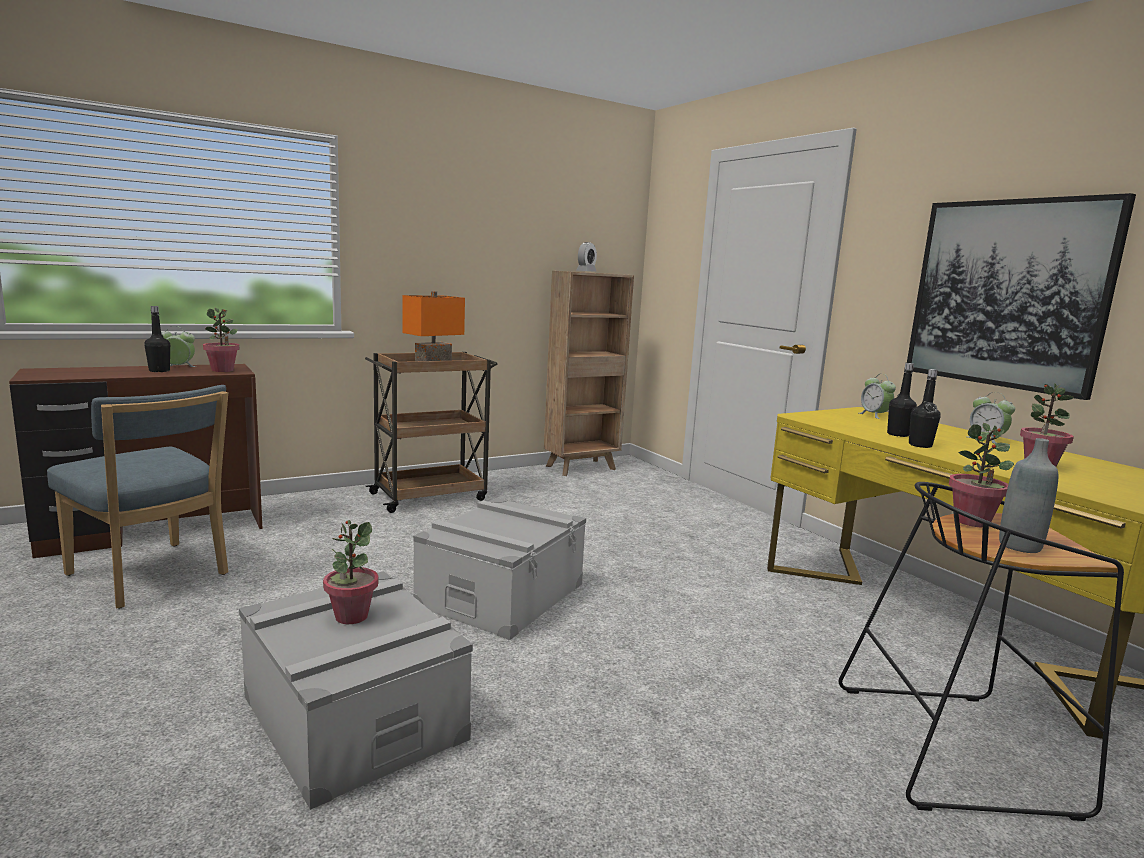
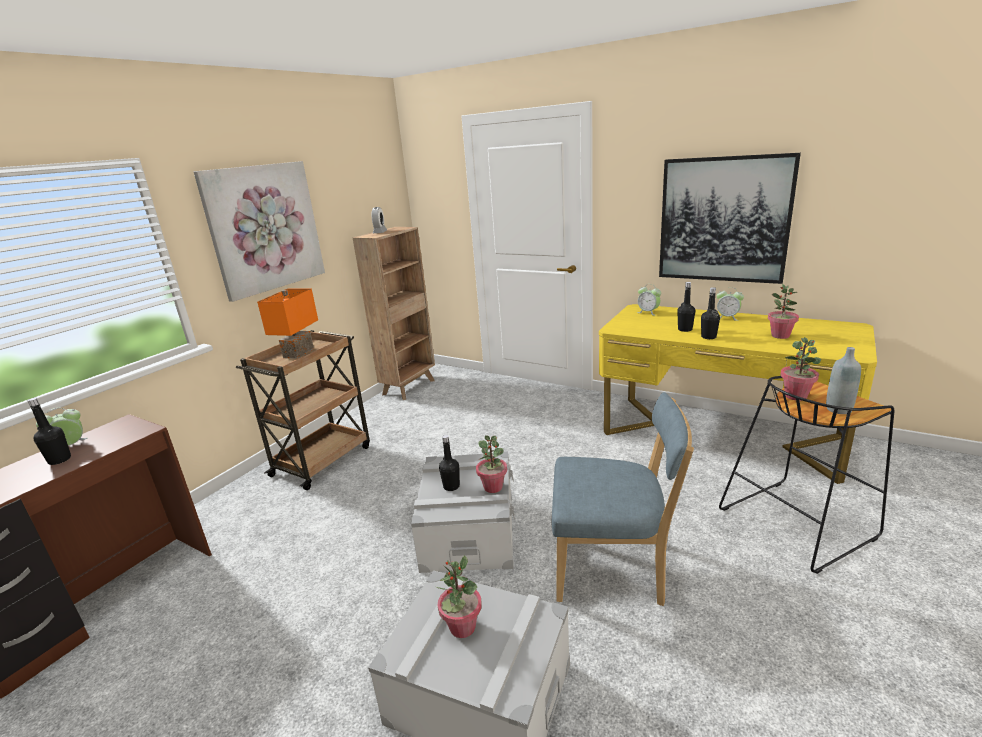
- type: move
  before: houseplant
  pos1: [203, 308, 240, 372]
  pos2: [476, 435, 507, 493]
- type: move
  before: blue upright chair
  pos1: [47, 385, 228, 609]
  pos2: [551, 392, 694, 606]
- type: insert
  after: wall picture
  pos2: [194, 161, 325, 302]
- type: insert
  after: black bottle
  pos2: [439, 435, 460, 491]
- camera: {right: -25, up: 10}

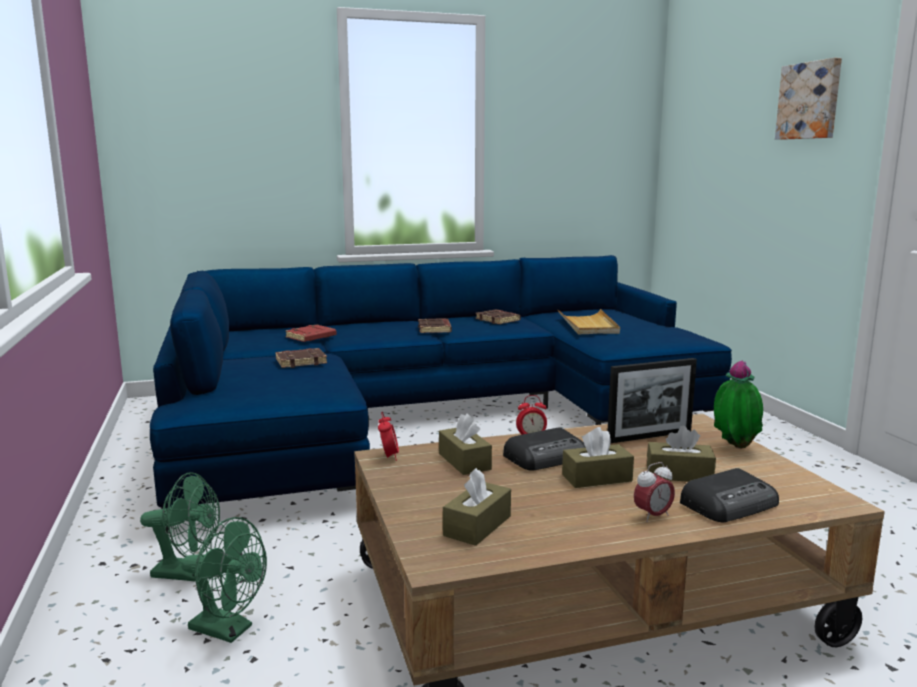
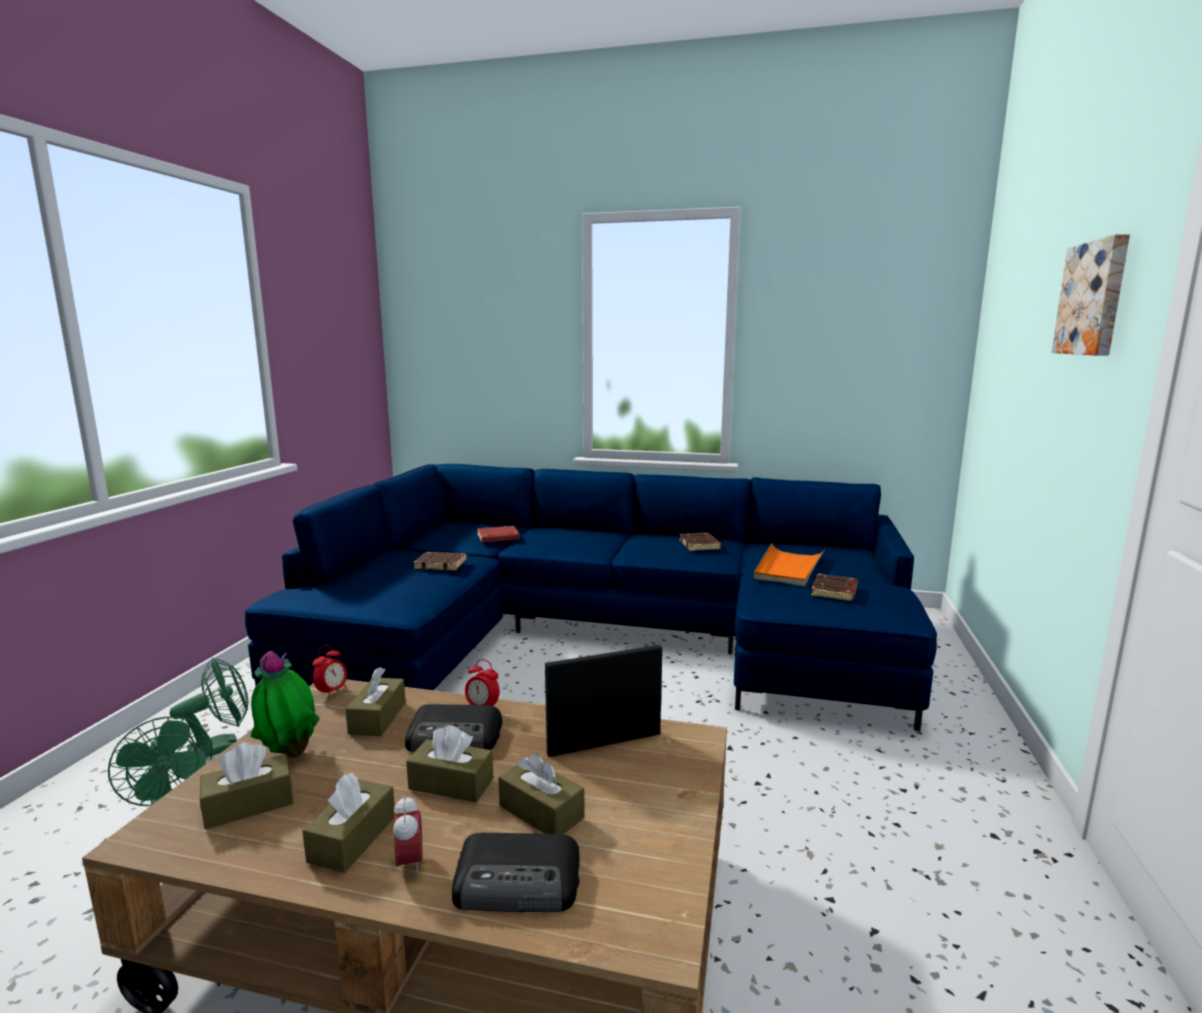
- type: recolor
  before: beige-coloured tray
  after: orangey tray
  pos1: [558, 309, 620, 334]
  pos2: [754, 543, 825, 586]
- type: move
  before: brownish book
  pos1: [418, 318, 452, 333]
  pos2: [811, 573, 858, 601]
- type: rotate
  before: standing frame
  pos1: [608, 358, 697, 443]
  pos2: [545, 645, 662, 757]
  turn: 150
- type: move
  before: houseplant
  pos1: [714, 360, 763, 449]
  pos2: [250, 651, 320, 758]
- type: rotate
  before: table clock
  pos1: [634, 462, 675, 522]
  pos2: [393, 795, 423, 875]
  turn: -105
- type: rotate
  before: greenish cooling fan
  pos1: [140, 472, 220, 581]
  pos2: [170, 658, 248, 758]
  turn: -75
- type: insert
  after: brownish tissue box
  pos2: [302, 773, 395, 873]
- camera: {right: 30, up: 0}

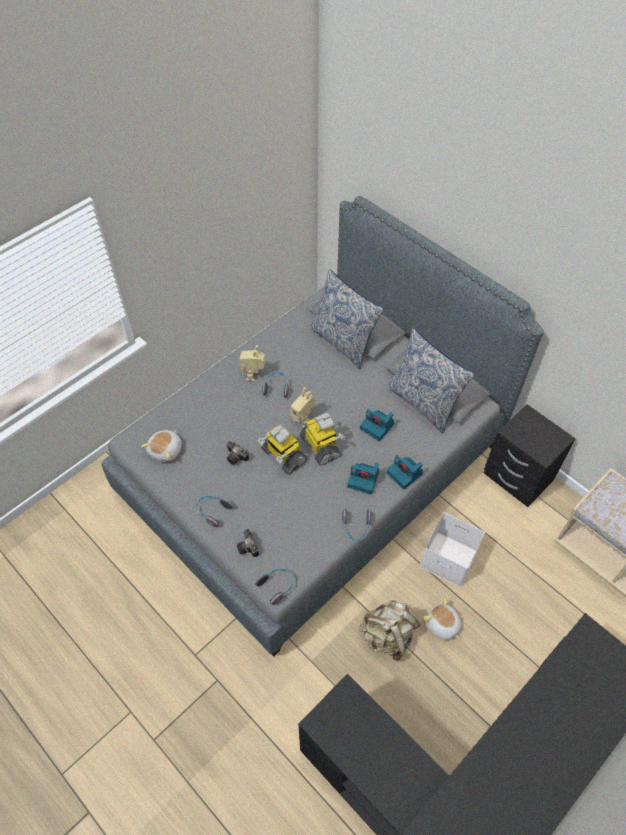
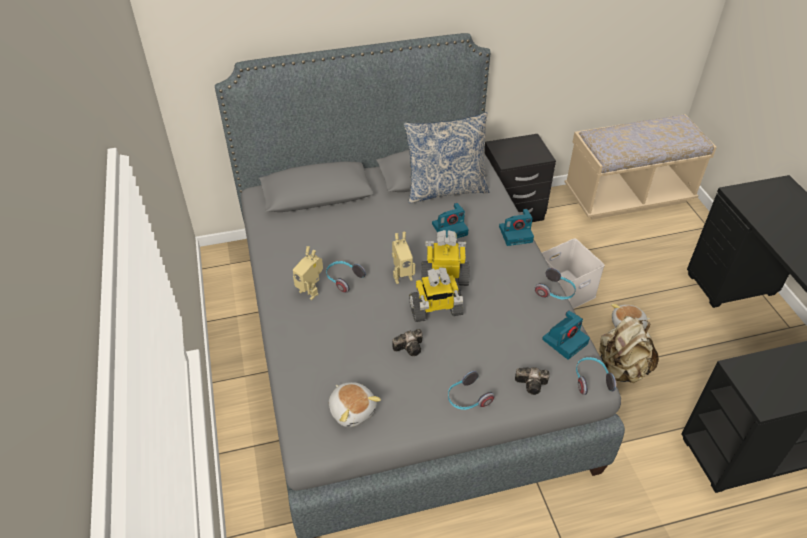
- type: delete
  before: pillow
  pos1: [309, 269, 384, 369]
- type: move
  before: photo camera
  pos1: [347, 462, 379, 495]
  pos2: [542, 310, 590, 360]
- camera: {right: -60, up: -10}

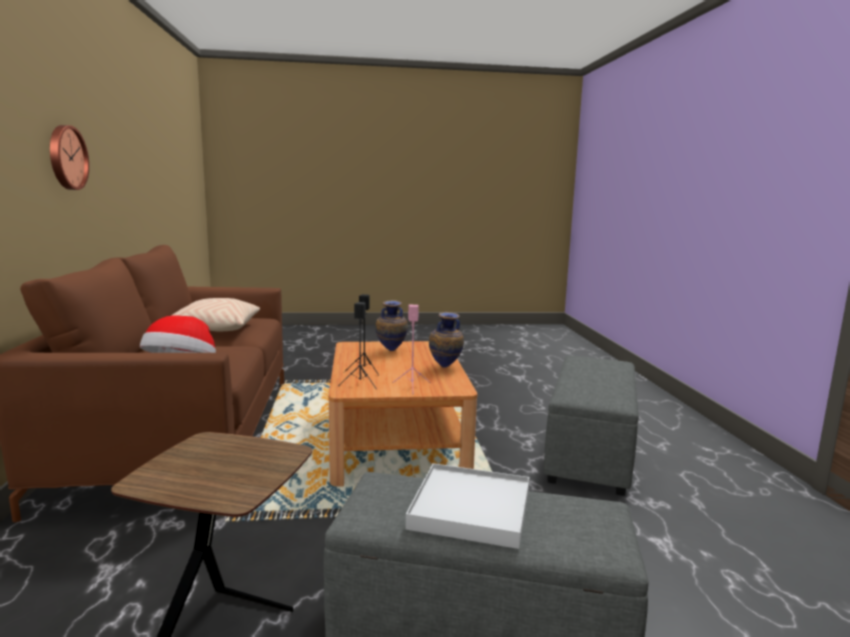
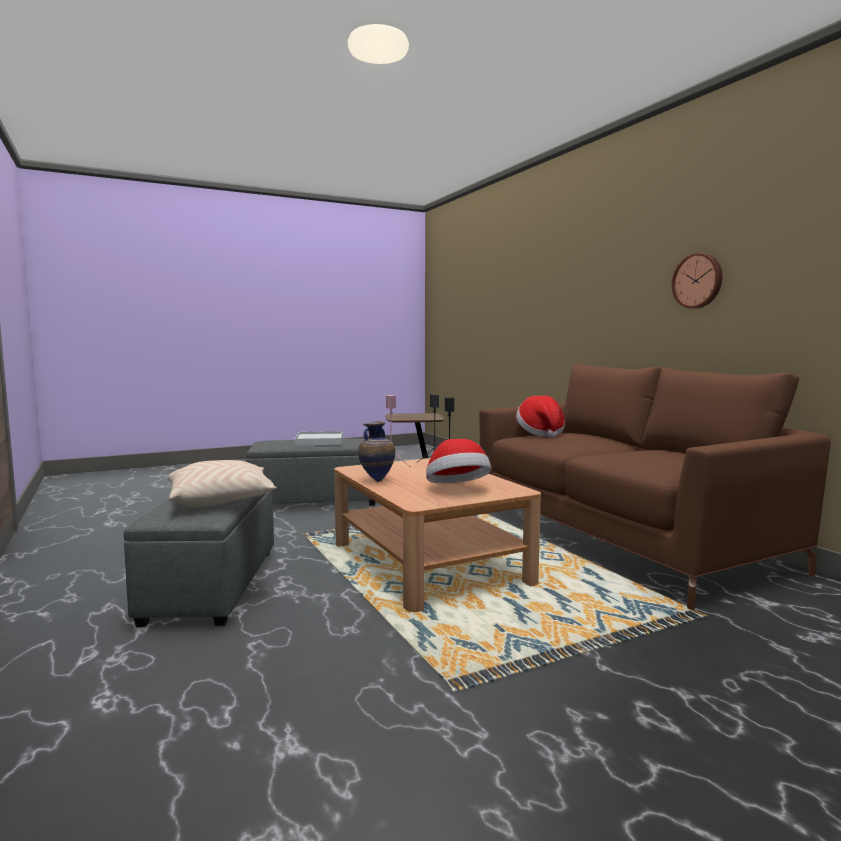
- type: move
  before: beige-coloured pillow
  pos1: [171, 298, 260, 331]
  pos2: [167, 460, 277, 507]
- type: replace
  before: decorative vase
  after: wearable hat
  pos1: [375, 300, 408, 351]
  pos2: [426, 439, 491, 483]
- camera: {right: 160, up: -5}

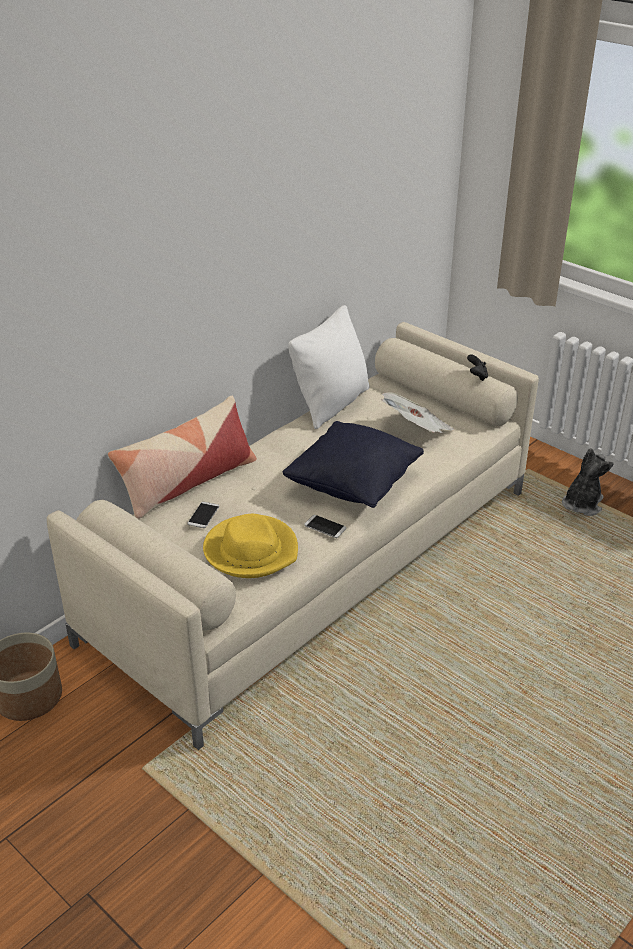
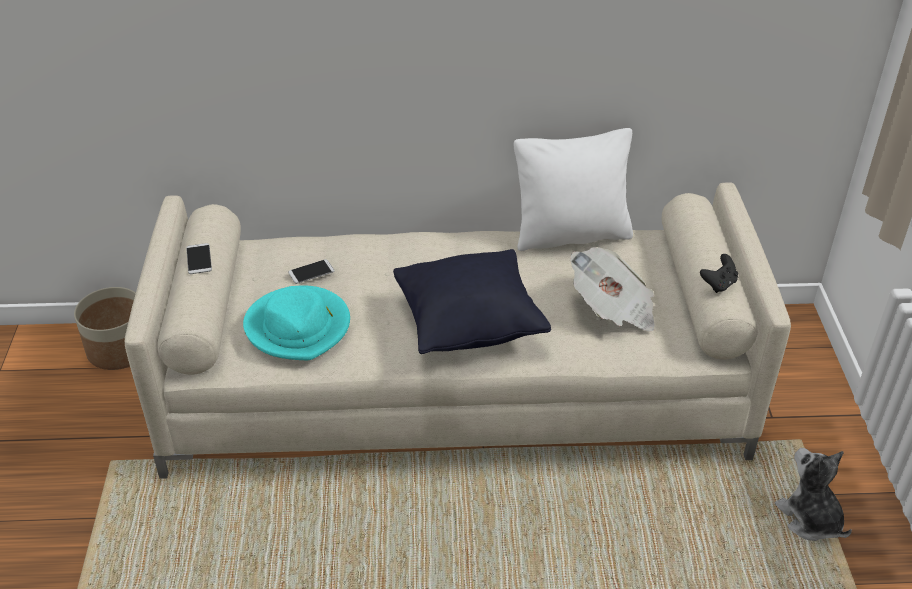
- type: delete
  before: pillow
  pos1: [108, 396, 257, 519]
- type: rotate
  before: cuddly toy
  pos1: [562, 448, 614, 516]
  pos2: [775, 448, 852, 541]
  turn: -105
- type: recolor
  before: yellow-coloured wearable hat
  after: blue-green wearable hat
  pos1: [203, 514, 298, 578]
  pos2: [243, 285, 350, 360]
- type: move
  before: handset
  pos1: [304, 515, 346, 538]
  pos2: [186, 243, 212, 274]
- camera: {right: 45, up: 5}

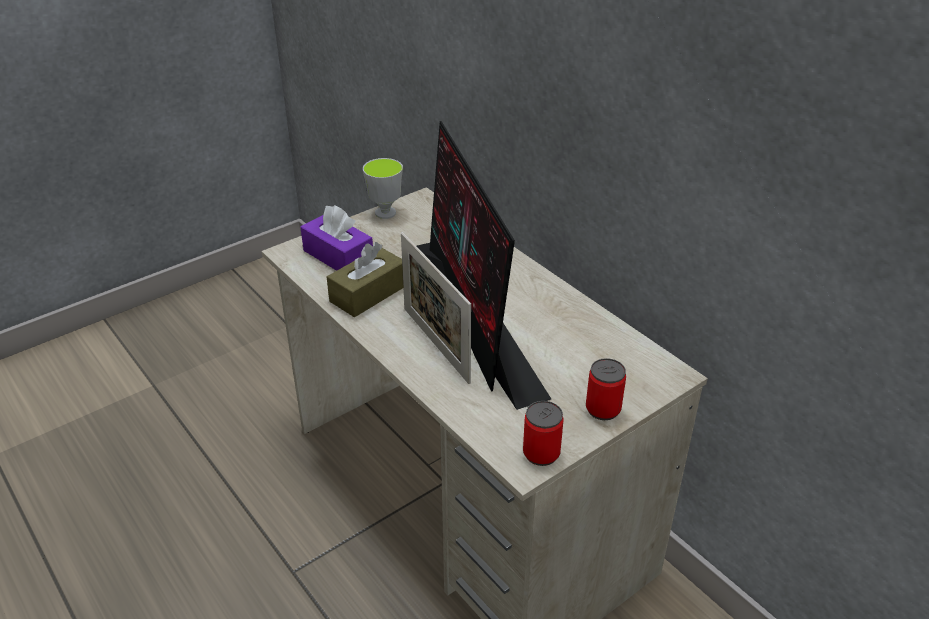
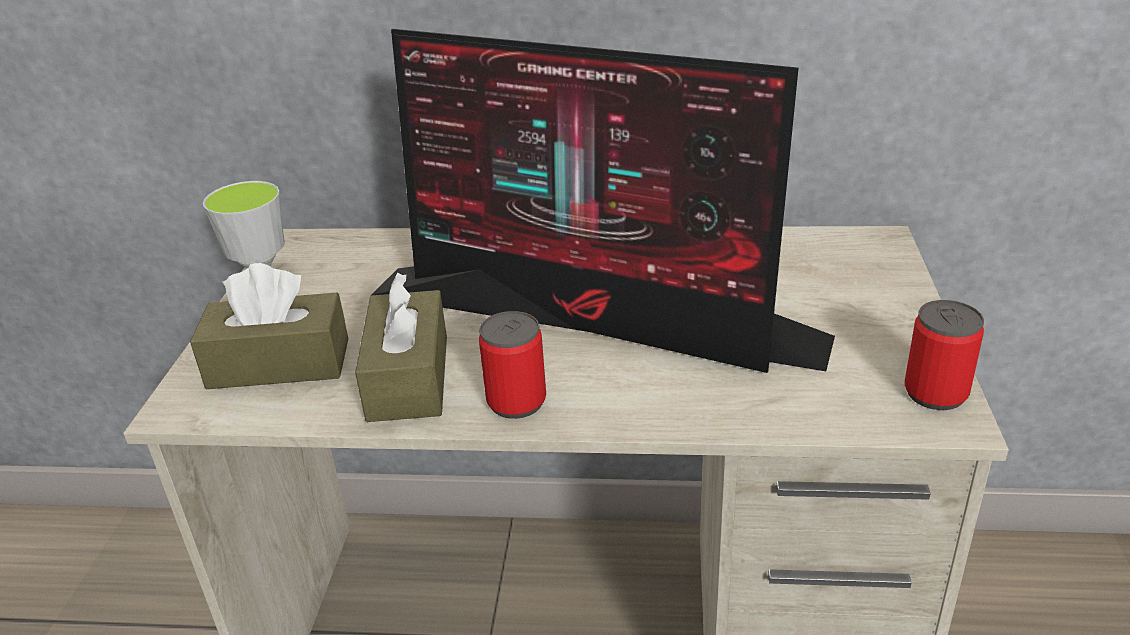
- type: recolor
  before: purple tissue box
  after: brownish tissue box
  pos1: [300, 205, 373, 271]
  pos2: [190, 263, 348, 389]
- type: delete
  before: standing frame
  pos1: [401, 232, 471, 384]
- type: move
  before: sealed can
  pos1: [586, 358, 626, 420]
  pos2: [479, 311, 546, 419]
- camera: {right: -45, up: -5}

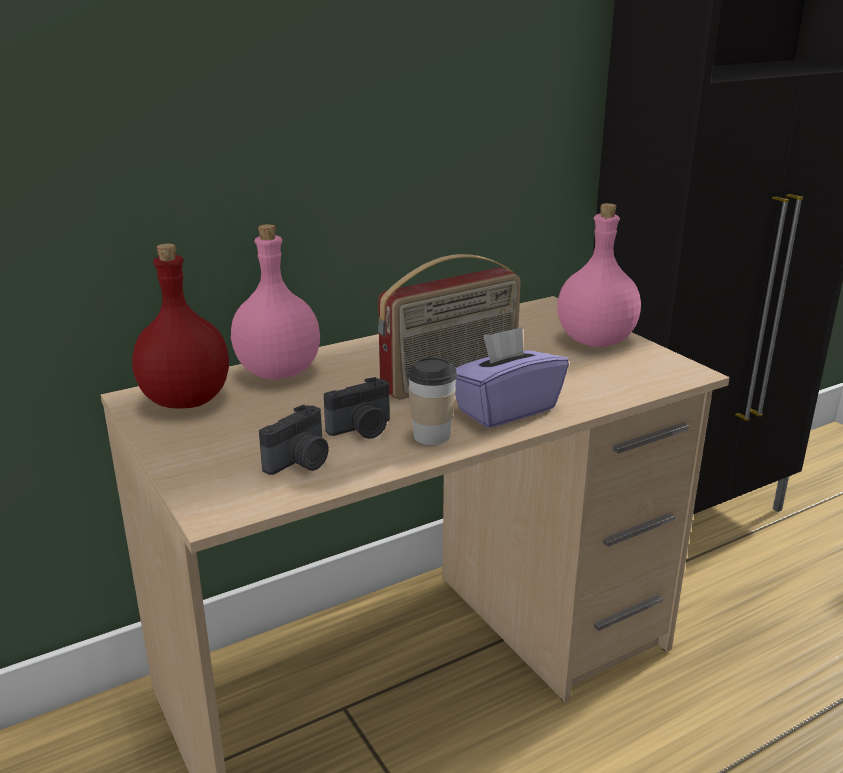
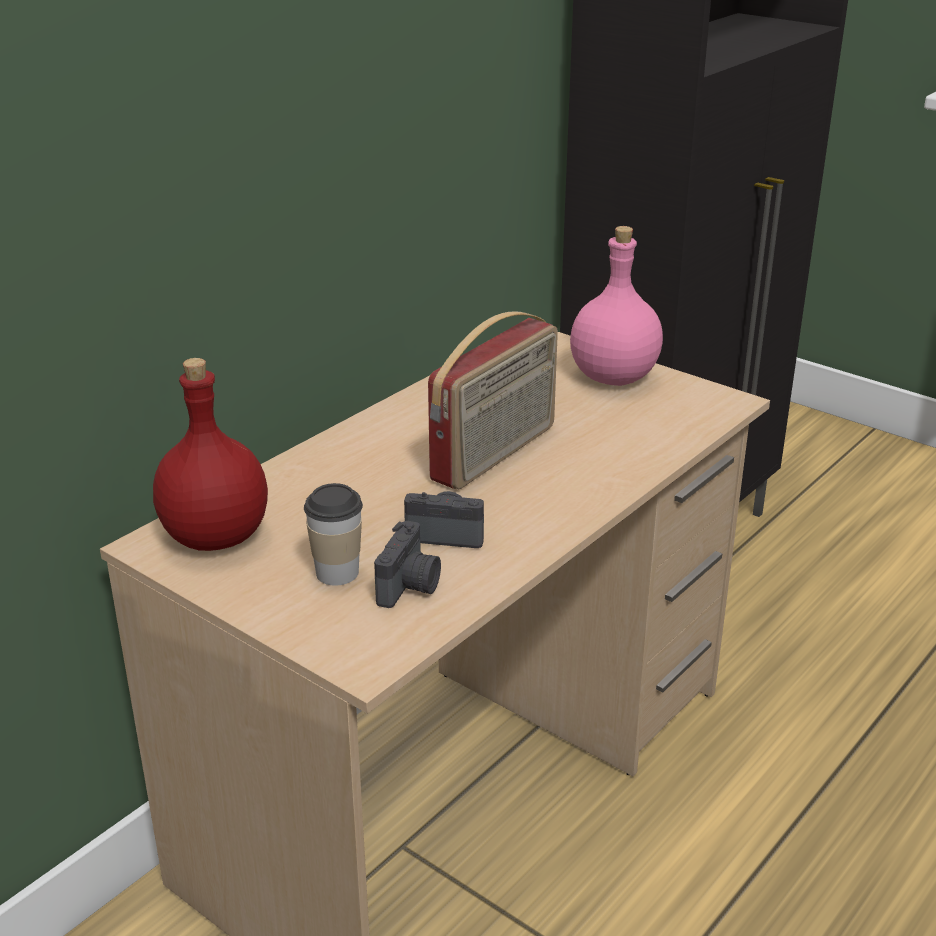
- type: delete
  before: pink bottle
  pos1: [231, 224, 320, 380]
- type: delete
  before: purple tissue box
  pos1: [455, 327, 569, 428]
- type: move
  before: small cup
  pos1: [407, 357, 457, 445]
  pos2: [304, 483, 363, 586]
- type: rotate
  before: photo camera
  pos1: [324, 377, 390, 439]
  pos2: [404, 491, 484, 548]
  turn: -120
- camera: {right: -20, up: 5}

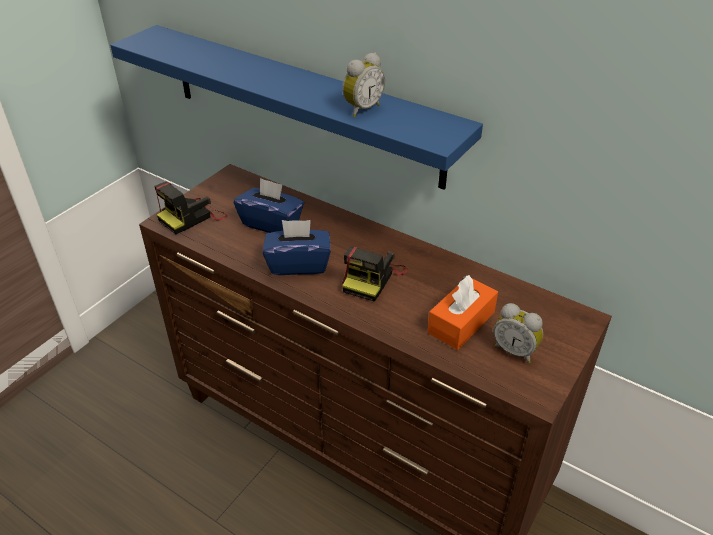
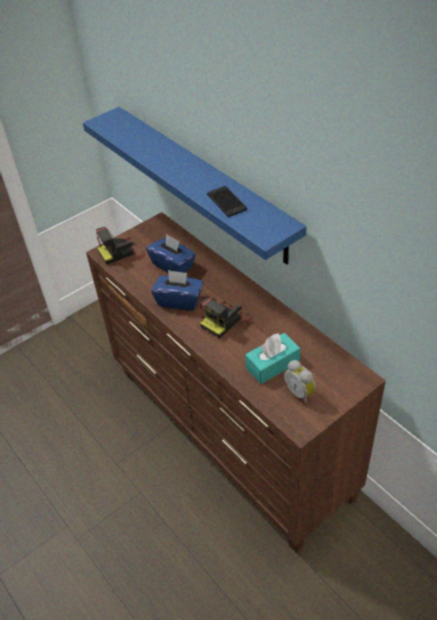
- type: replace
  before: table clock
  after: handset
  pos1: [342, 53, 385, 117]
  pos2: [207, 186, 247, 217]
- type: recolor
  before: orangey tissue box
  after: blue-green tissue box
  pos1: [428, 275, 498, 350]
  pos2: [245, 333, 300, 384]
- camera: {right: 20, up: 5}

